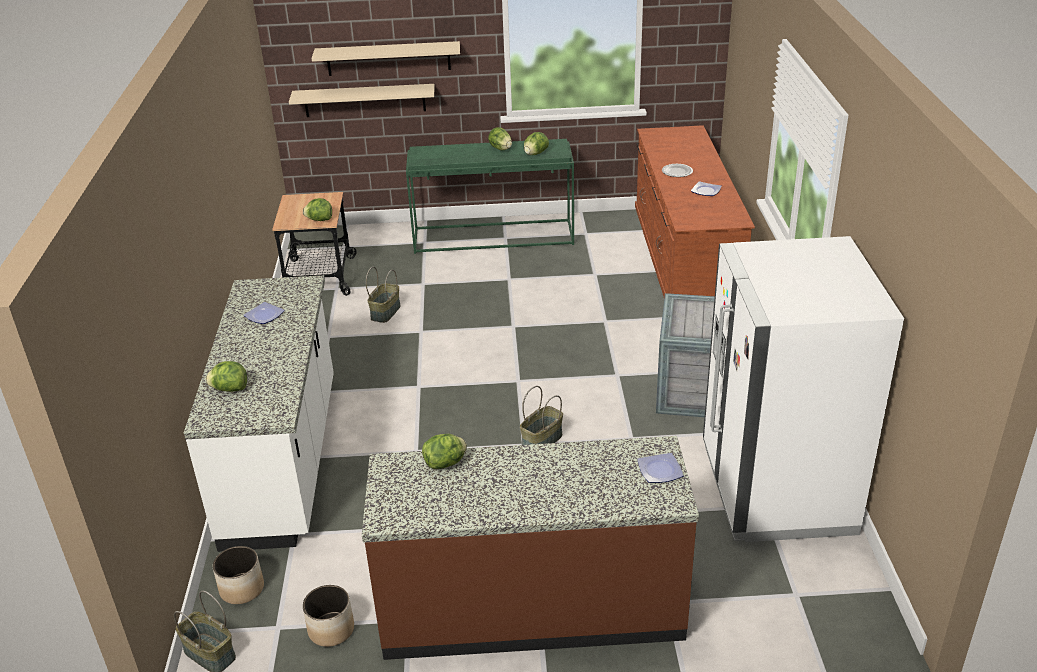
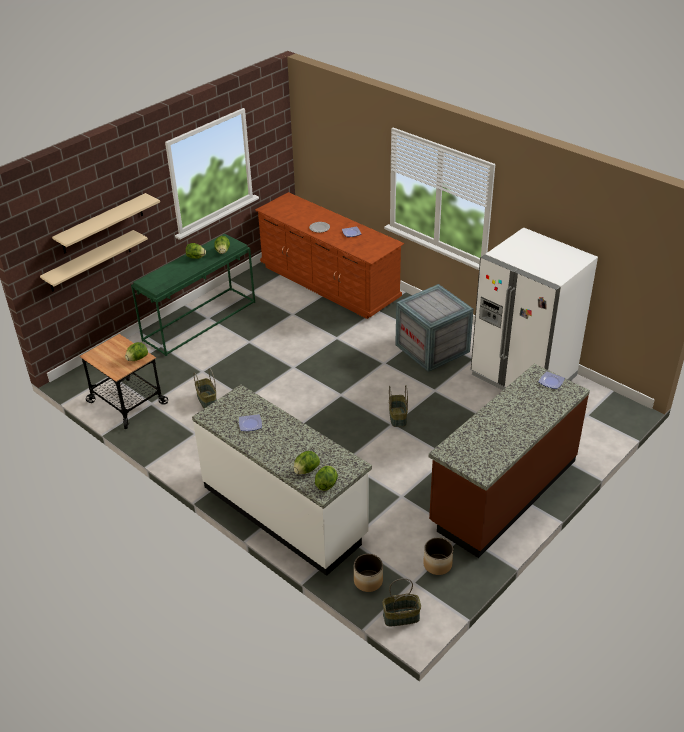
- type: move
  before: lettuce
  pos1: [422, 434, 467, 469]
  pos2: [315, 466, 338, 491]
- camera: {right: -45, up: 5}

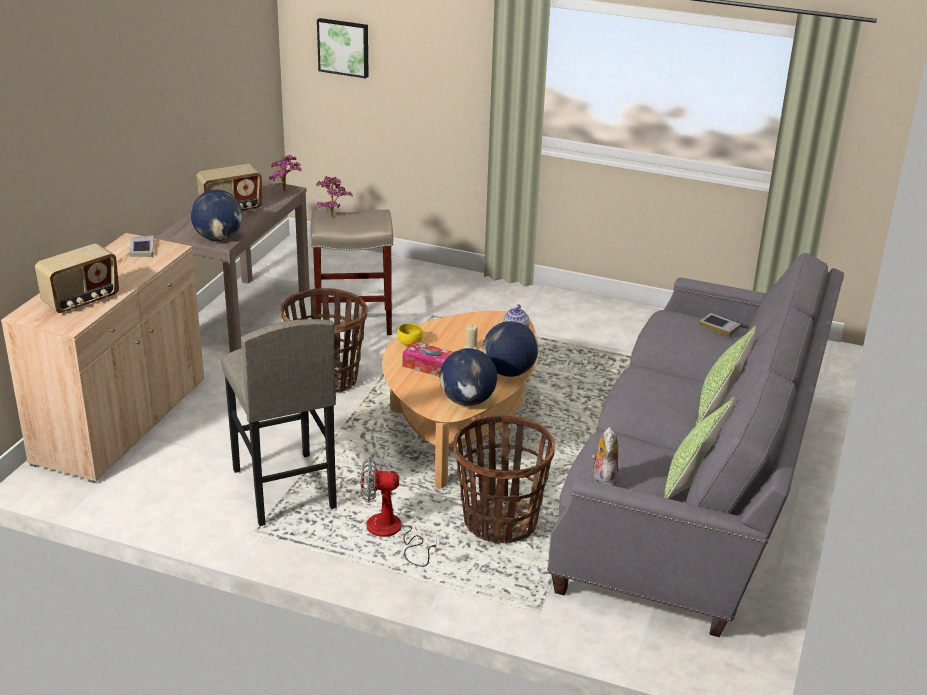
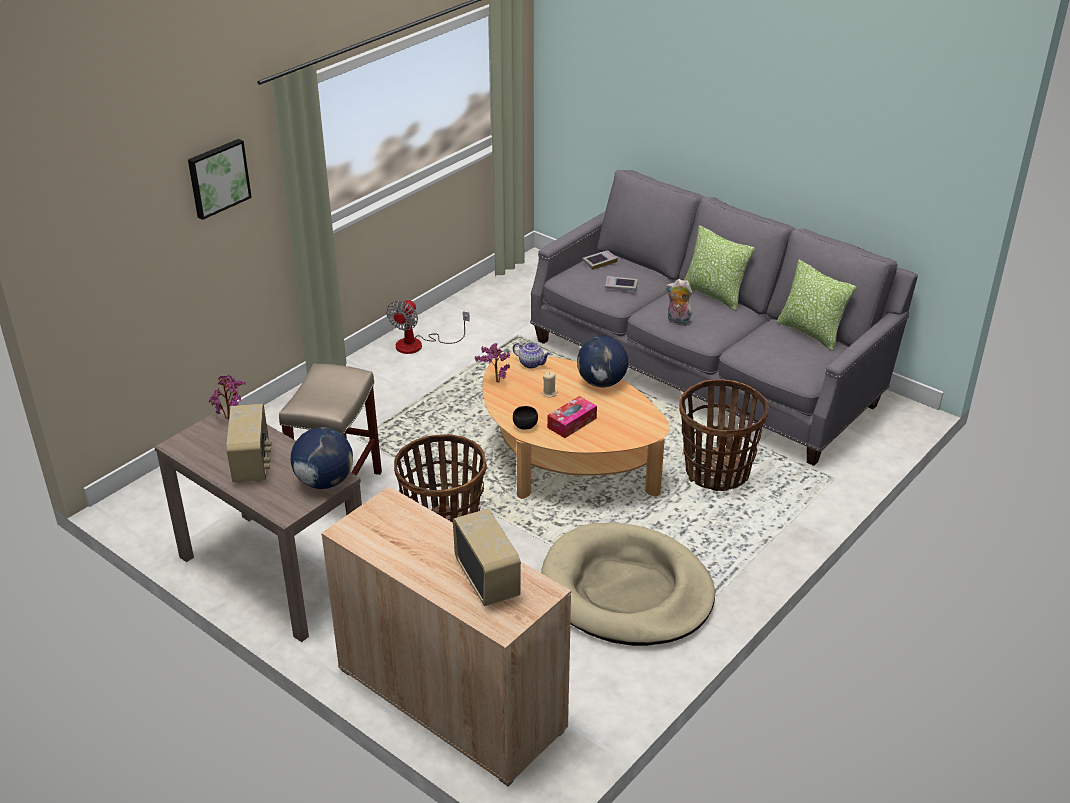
- type: move
  before: wall picture
  pos1: [317, 18, 369, 78]
  pos2: [188, 139, 252, 220]
- type: move
  before: houseplant
  pos1: [317, 176, 353, 216]
  pos2: [475, 343, 510, 383]
- type: move
  before: book
  pos1: [129, 235, 154, 257]
  pos2: [605, 276, 638, 291]
- type: replace
  before: grey sitting stool
  after: beige-coloured pet bed
  pos1: [221, 319, 337, 526]
  pos2: [541, 523, 715, 646]
- type: recolor
  before: yellow-coloured deep dish
  after: black deep dish
  pos1: [397, 323, 423, 346]
  pos2: [513, 406, 538, 430]
- type: delete
  before: world globe
  pos1: [439, 348, 497, 406]
- type: move
  before: cuddly toy
  pos1: [591, 427, 619, 486]
  pos2: [666, 279, 692, 327]
- type: move
  before: cooling fan
  pos1: [361, 458, 437, 567]
  pos2: [386, 299, 470, 354]
- camera: {right: -70, up: 5}

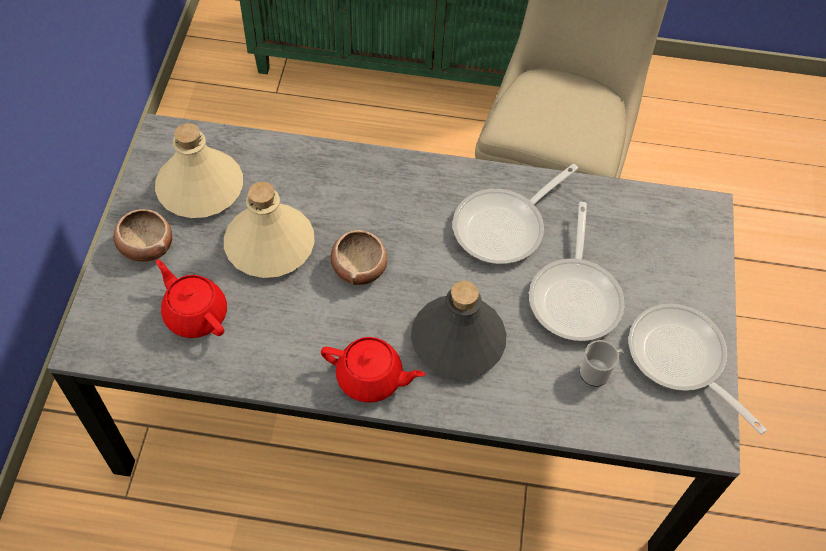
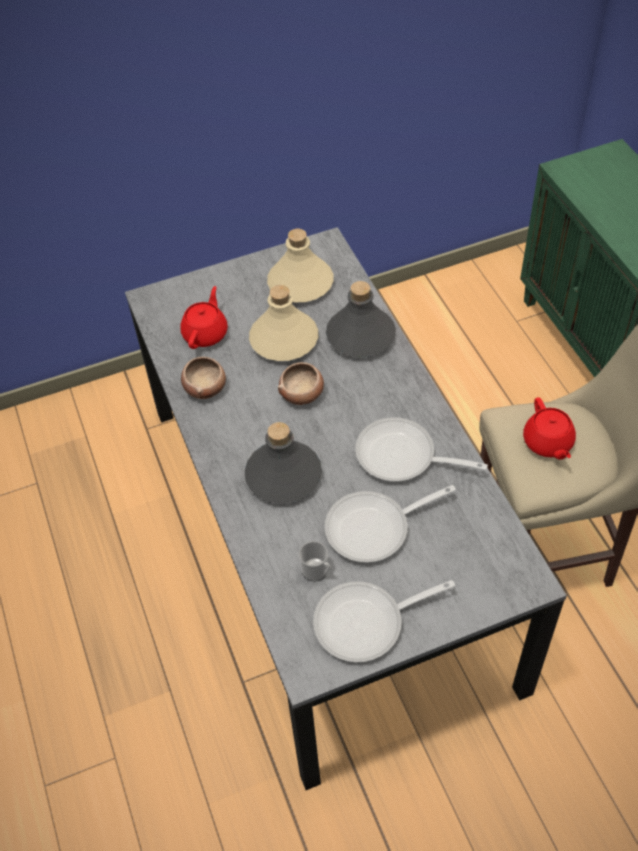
- type: move
  before: deep dish
  pos1: [114, 209, 172, 262]
  pos2: [181, 357, 226, 399]
- type: rotate
  before: frying pan
  pos1: [629, 304, 767, 435]
  pos2: [313, 580, 455, 662]
  turn: -135
- type: move
  before: red-coloured teapot
  pos1: [321, 337, 425, 403]
  pos2: [523, 397, 576, 460]
- type: insert
  after: grey bottle
  pos2: [326, 281, 396, 358]
- camera: {right: 65, up: -5}

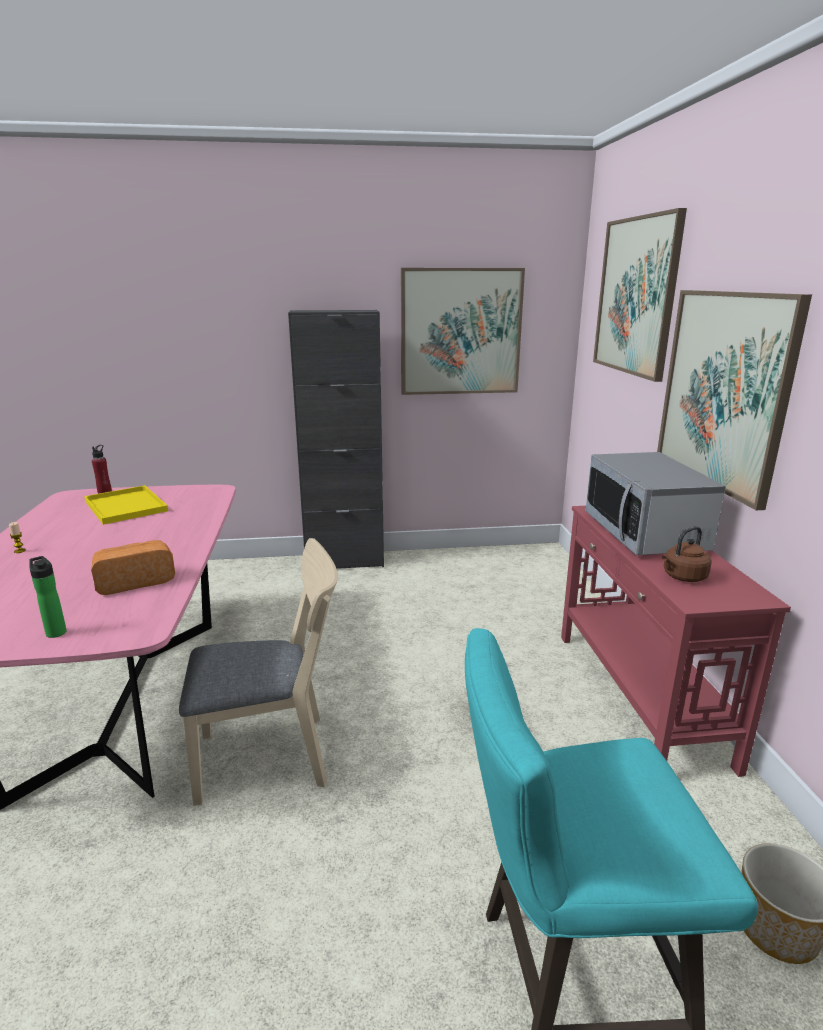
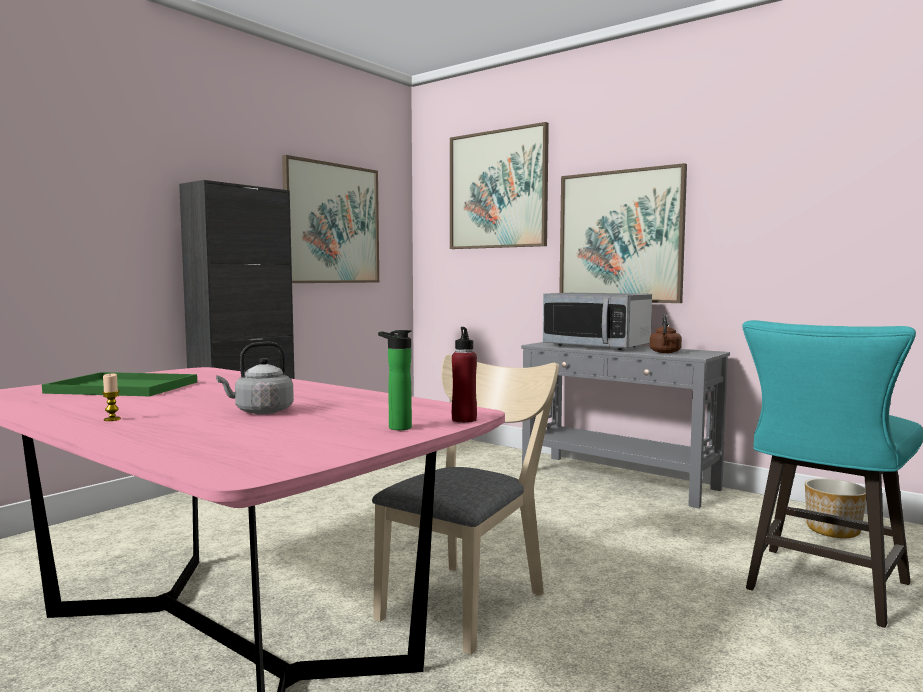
- type: move
  before: red-coloured bottle
  pos1: [92, 445, 112, 494]
  pos2: [452, 327, 477, 423]
- type: recolor
  before: yellow-coloured tray
  after: greenish tray
  pos1: [84, 485, 168, 525]
  pos2: [42, 372, 197, 396]
- type: recolor
  before: red-coloured narrow table
  after: grey narrow table
  pos1: [561, 506, 791, 777]
  pos2: [521, 342, 730, 508]
- type: delete
  before: baked bread
  pos1: [91, 540, 175, 595]
- type: insert
  after: grey kettle
  pos2: [216, 342, 294, 414]
- camera: {right: -45, up: -15}

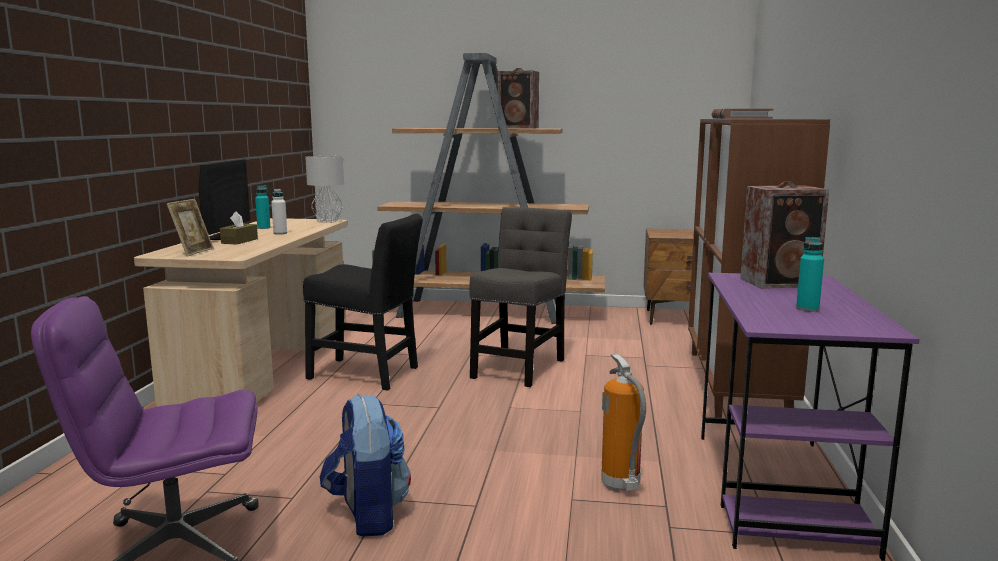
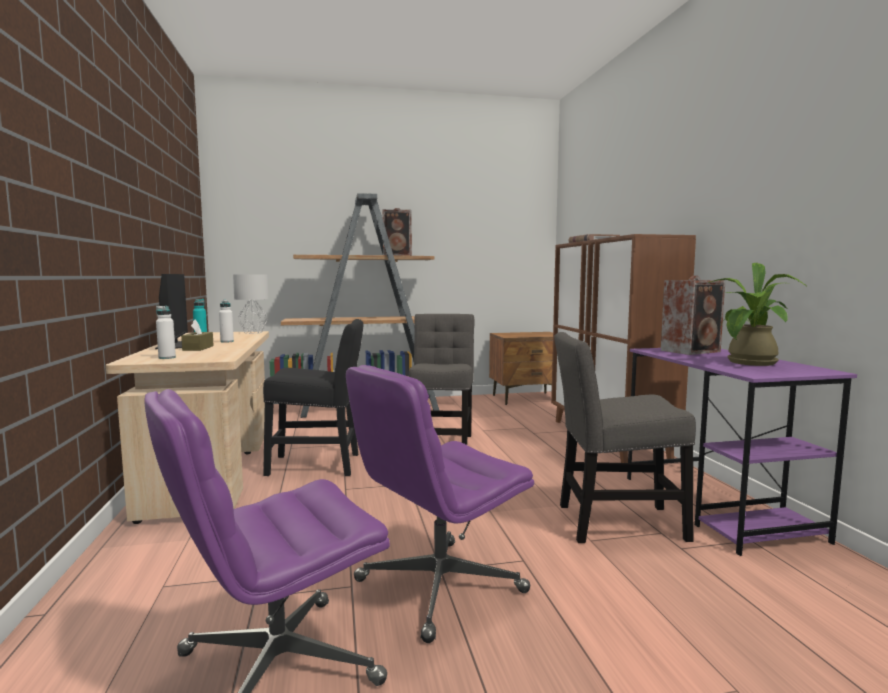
- type: replace
  before: standing frame
  after: white bottle
  pos1: [167, 199, 214, 257]
  pos2: [156, 306, 176, 359]
- type: replace
  before: blue-green bottle
  after: houseplant
  pos1: [796, 237, 824, 312]
  pos2: [708, 263, 806, 366]
- type: replace
  before: extinguisher
  after: grey upright chair
  pos1: [601, 354, 646, 492]
  pos2: [554, 332, 696, 543]
- type: replace
  before: backpack
  after: purple computer chair
  pos1: [320, 394, 411, 537]
  pos2: [346, 365, 534, 643]
- camera: {right: -20, up: -5}

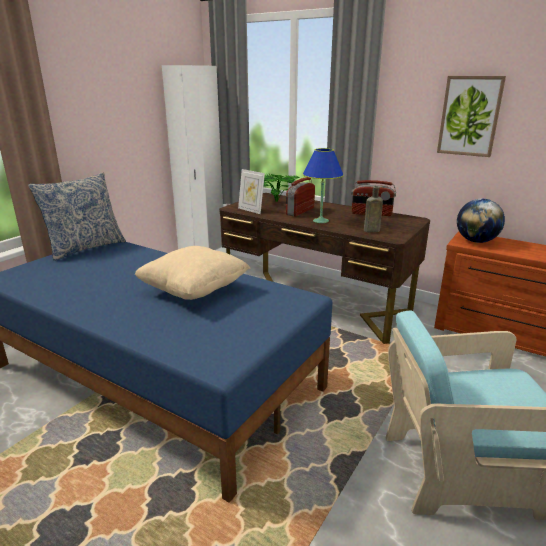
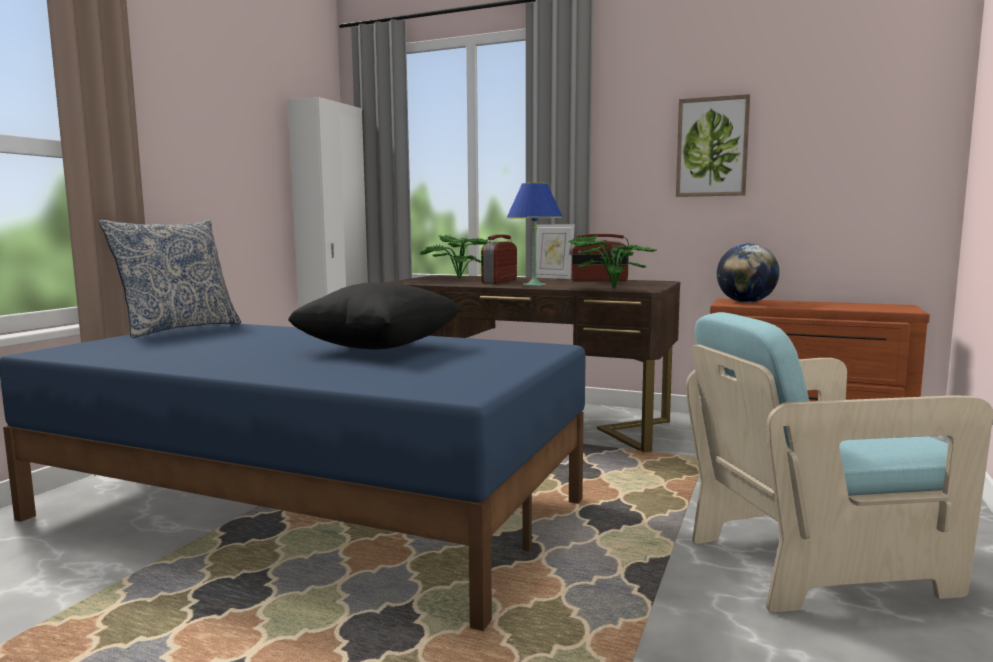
- type: move
  before: standing frame
  pos1: [238, 169, 265, 214]
  pos2: [532, 224, 575, 279]
- type: replace
  before: brownish bottle
  after: houseplant
  pos1: [364, 186, 383, 232]
  pos2: [568, 235, 657, 288]
- type: recolor
  before: beige-coloured pillow
  after: black pillow
  pos1: [135, 246, 251, 300]
  pos2: [288, 282, 463, 349]
- camera: {right: -10, up: -15}

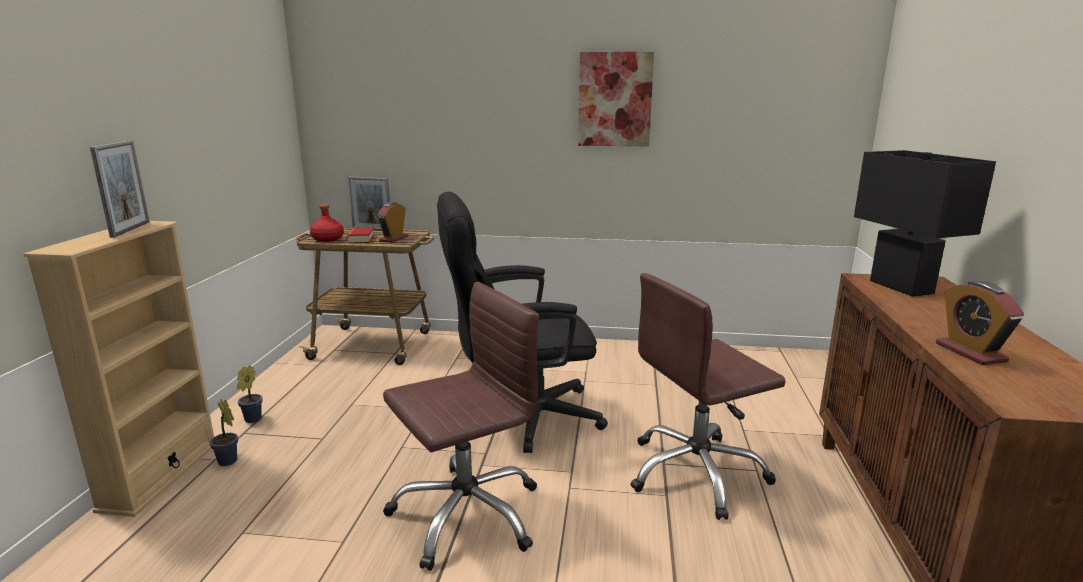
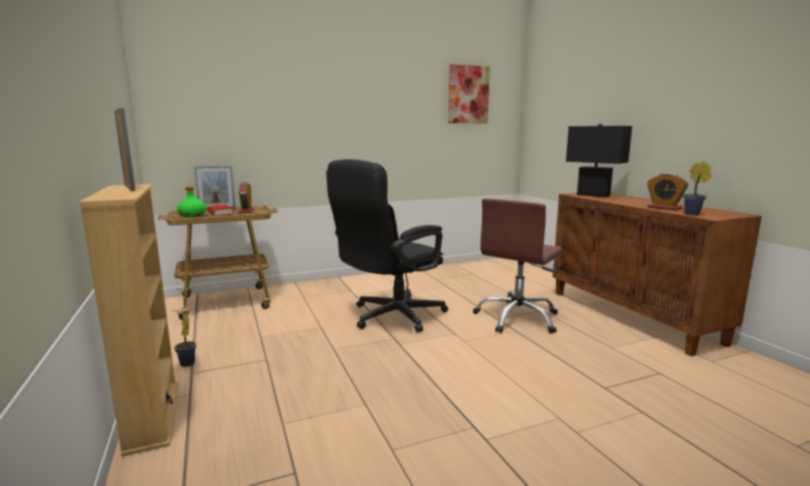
- type: move
  before: wall picture
  pos1: [578, 52, 654, 146]
  pos2: [448, 64, 490, 124]
- type: recolor
  before: red-coloured bottle
  after: greenish bottle
  pos1: [310, 204, 344, 242]
  pos2: [177, 186, 206, 217]
- type: delete
  before: brownish computer chair
  pos1: [383, 282, 539, 571]
- type: move
  before: houseplant
  pos1: [210, 399, 238, 466]
  pos2: [683, 161, 711, 216]
- camera: {right: -30, up: -5}

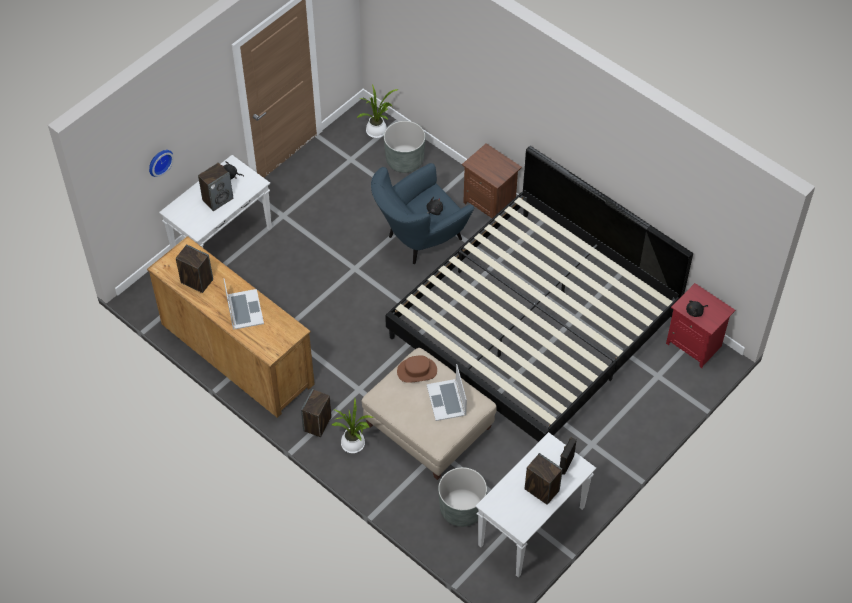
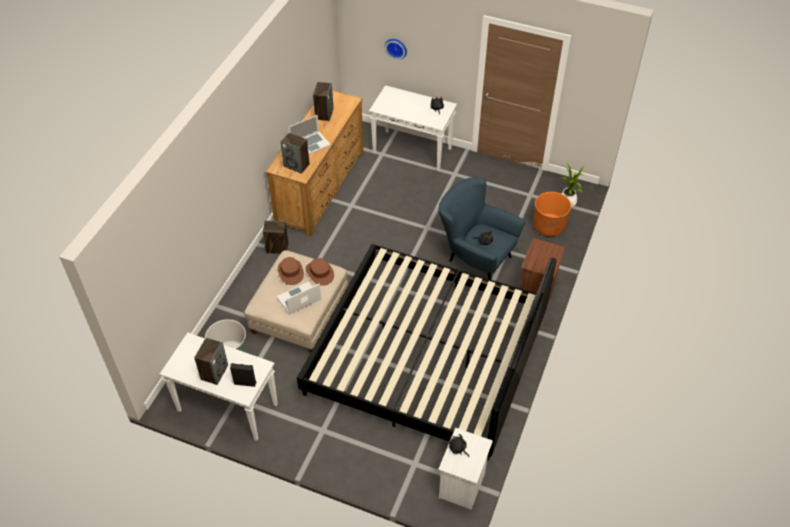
- type: recolor
  before: grey plant pot
  after: orangey plant pot
  pos1: [384, 121, 425, 173]
  pos2: [533, 192, 571, 237]
- type: move
  before: speaker
  pos1: [198, 163, 233, 211]
  pos2: [281, 133, 310, 174]
- type: recolor
  before: red-coloured nightstand
  after: white nightstand
  pos1: [666, 283, 735, 368]
  pos2: [438, 428, 493, 510]
- type: delete
  before: houseplant
  pos1: [332, 399, 374, 453]
- type: insert
  after: brownish wearable hat
  pos2: [278, 257, 304, 285]
- camera: {right: 70, up: -5}

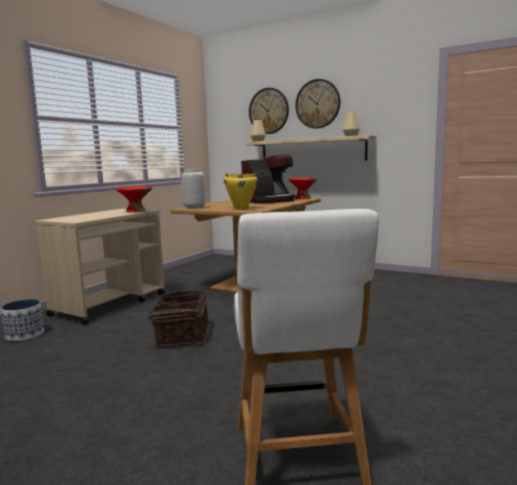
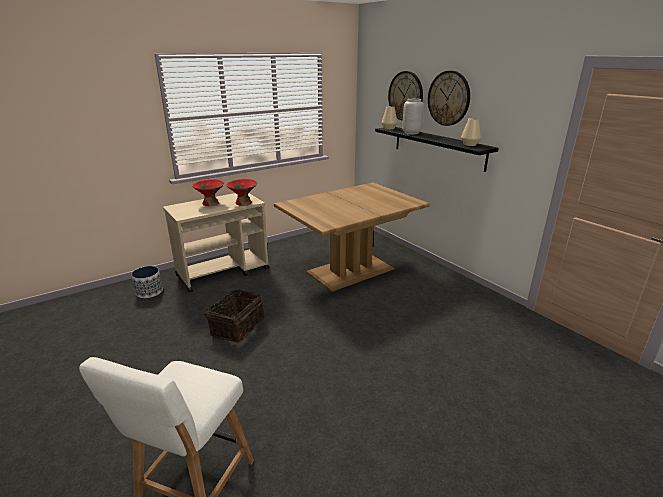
- type: recolor
  before: beige-coloured bracket shelf
  after: black bracket shelf
  pos1: [245, 135, 376, 160]
  pos2: [375, 127, 499, 172]
- type: delete
  before: coffee machine
  pos1: [241, 154, 295, 203]
- type: move
  before: grey decorative vase
  pos1: [181, 169, 205, 209]
  pos2: [402, 99, 424, 135]
- type: delete
  before: yellow-coloured saucepot
  pos1: [223, 173, 258, 210]
- type: move
  before: red-coloured deep dish
  pos1: [288, 177, 318, 199]
  pos2: [192, 179, 224, 206]
- camera: {right: 25, up: 15}

